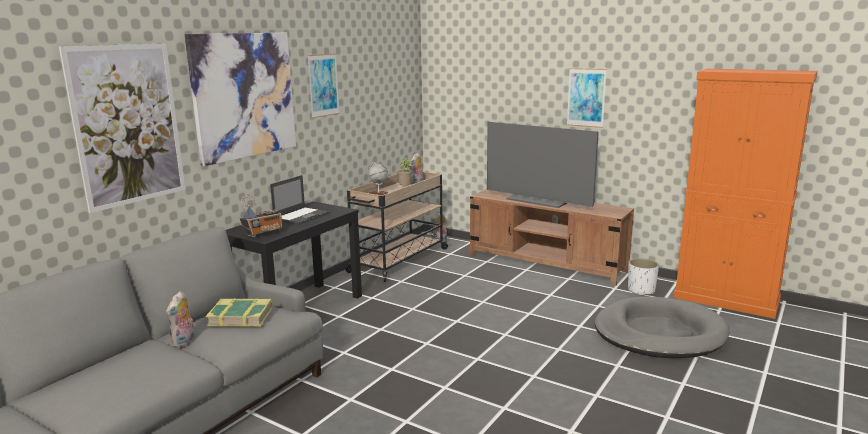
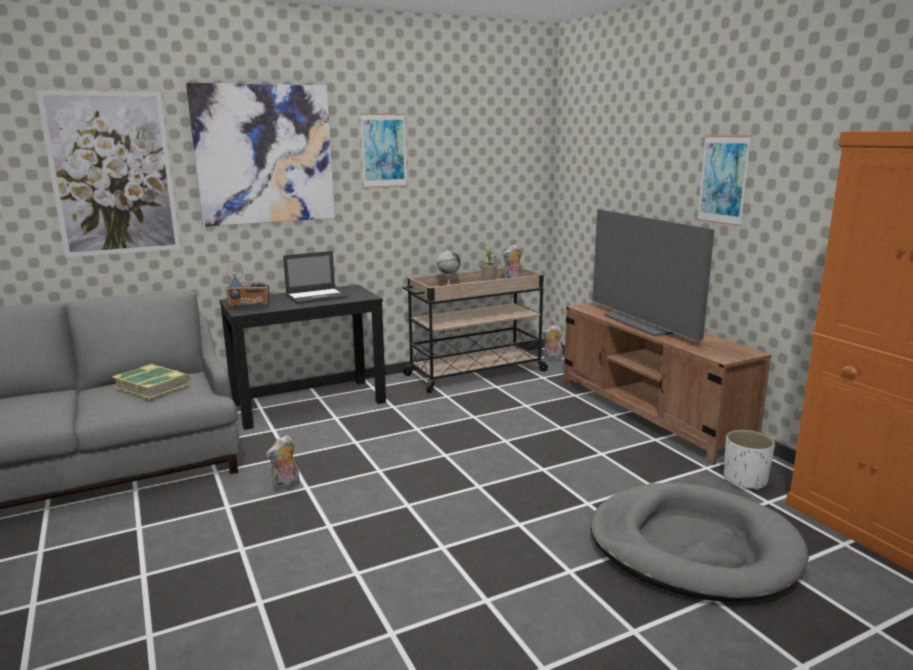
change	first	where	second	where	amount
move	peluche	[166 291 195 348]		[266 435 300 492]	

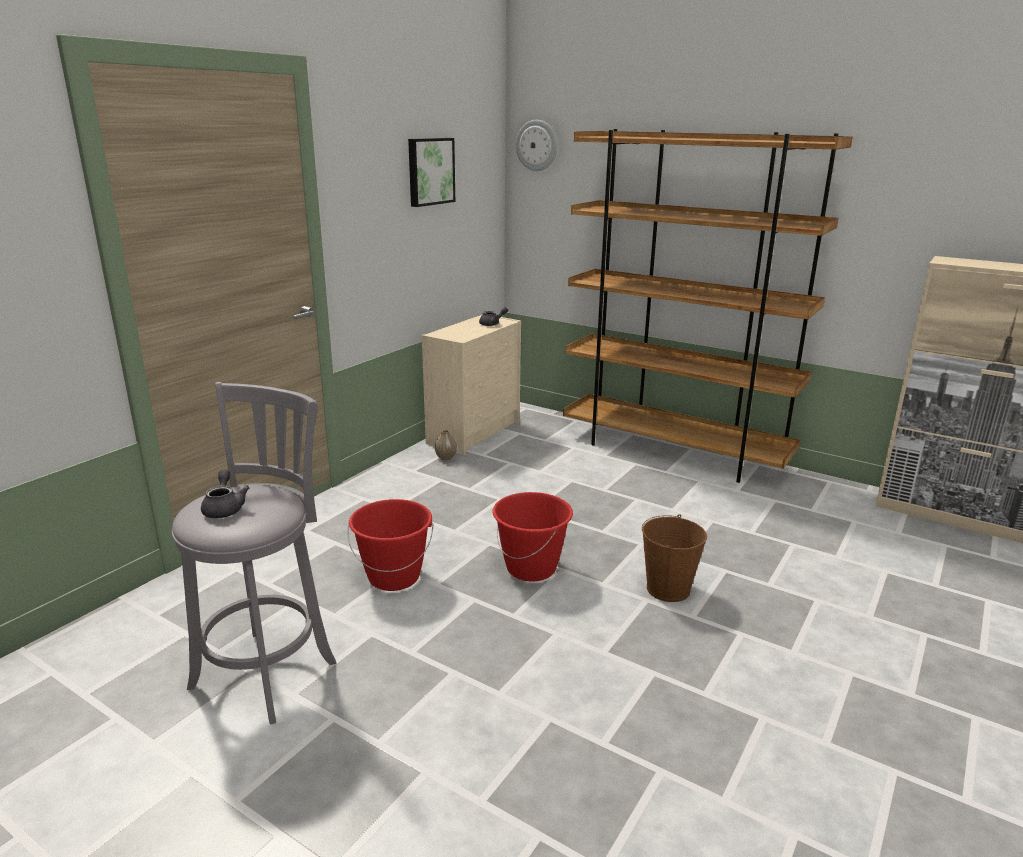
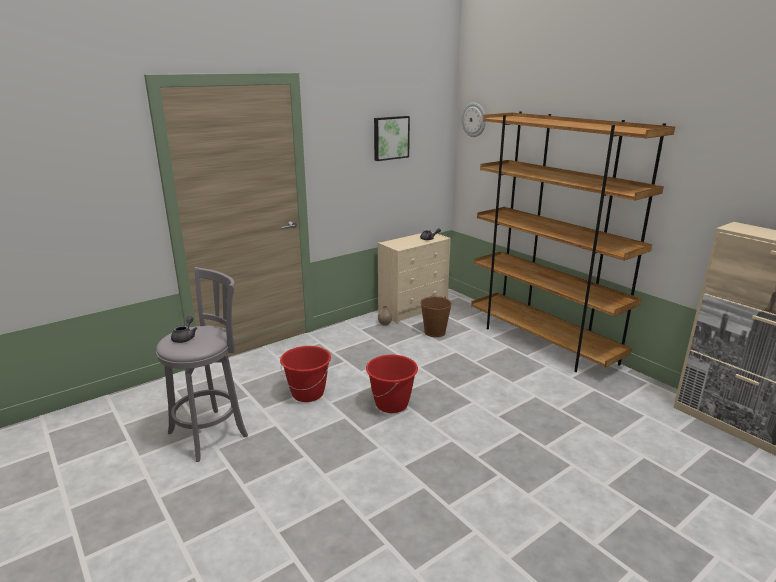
change	first	where	second	where	amount
move	cubo (marrón)	[642 514 707 602]		[420 296 452 337]	

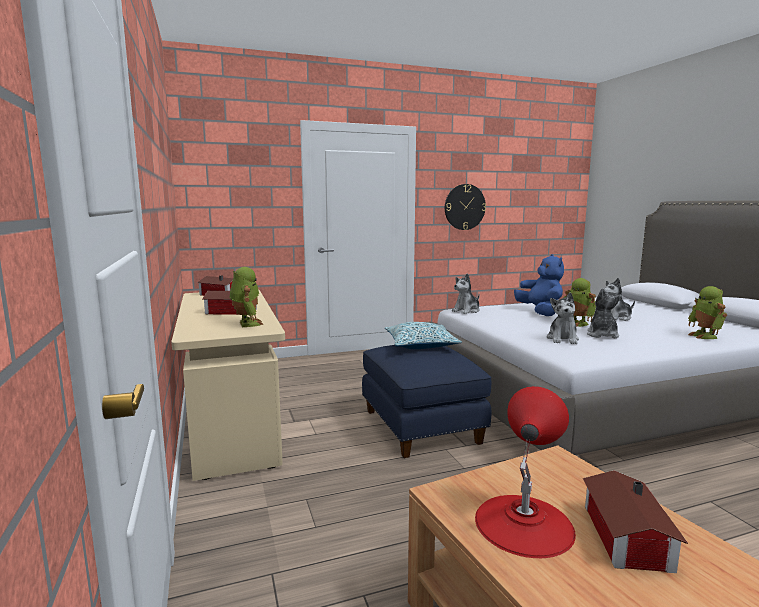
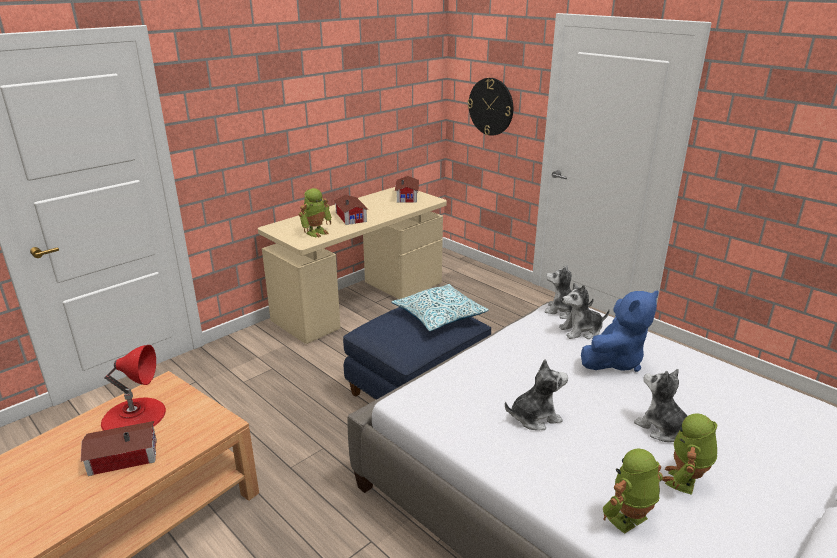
change	first	where	second	where	amount
move	reloj de pared	[445 184 486 230]		[468 78 513 136]	
move	robot de juguete	[563 278 596 327]		[662 413 717 495]	
move	peluche	[547 292 579 344]		[559 283 610 339]	

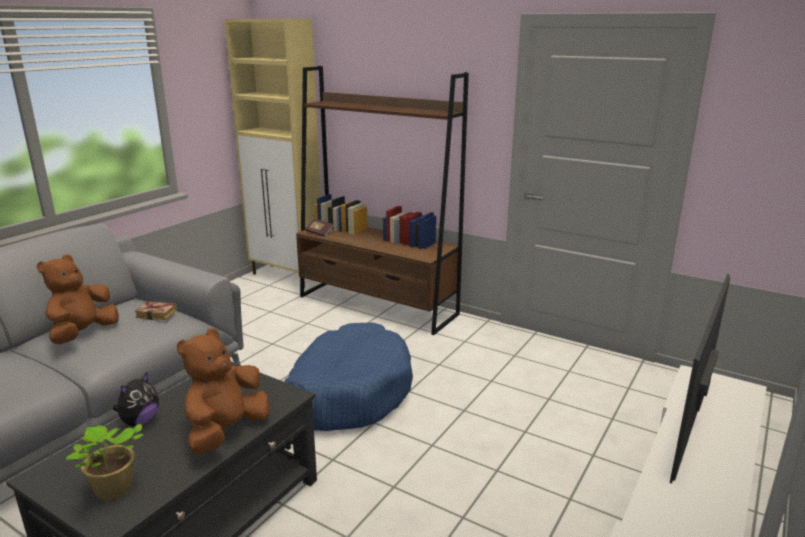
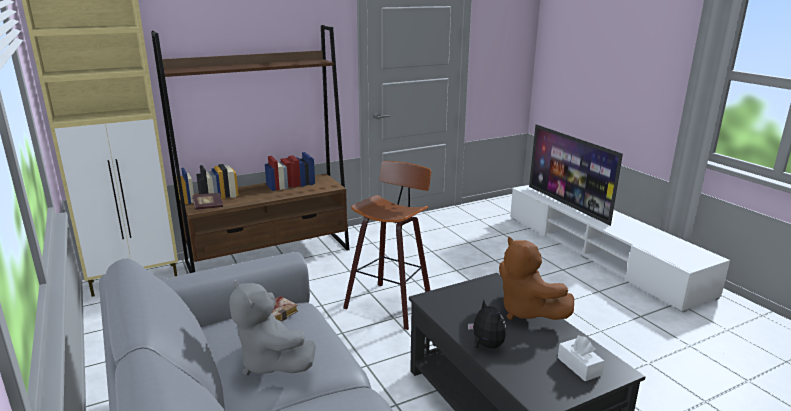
change	first	where	second	where	amount
recolor	peluche (marrón)	[37 254 119 344]	peluche (gris)	[229 279 316 376]	
replace	cama para perro (azul)	[285 322 413 431]	taburete	[343 161 431 330]	
replace	planta en maceta	[66 424 143 500]	caja de pañuelos (blanco)	[558 335 604 381]	

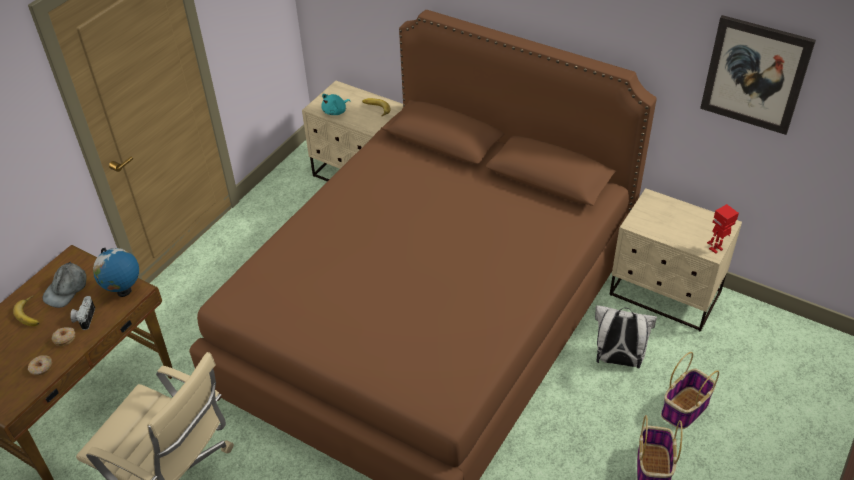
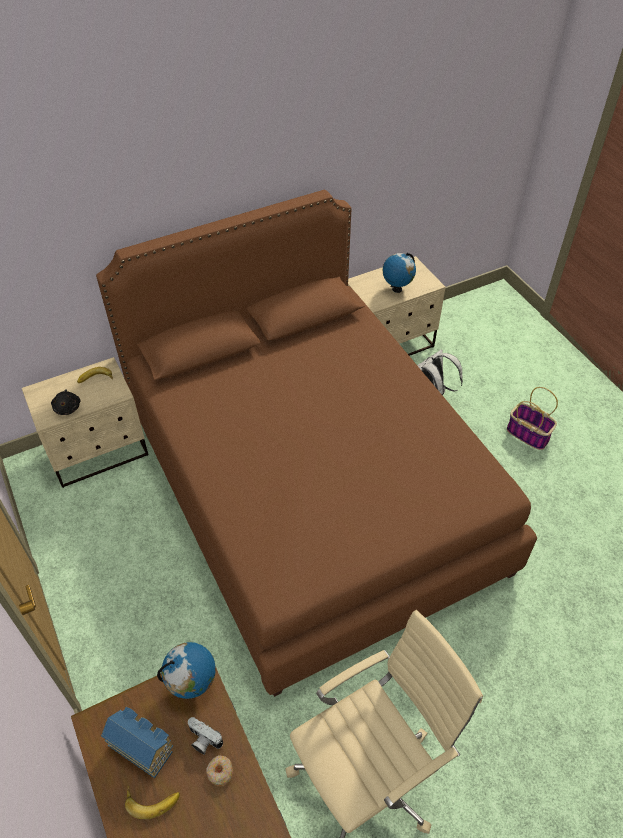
change	first	where	second	where	amount
delete	cuadro	[700 15 816 135]			
recolor	peluche (turquesa)	[321 94 351 115]	peluche (negro)	[51 389 80 415]	
delete	robot de juguete	[707 204 739 254]			
replace	gorra (gris)	[42 262 86 308]	casita	[101 707 173 778]	
delete	cesta	[661 352 719 429]			
delete	rosquilla	[28 355 53 376]			
insert			globo terráqueo	[383 253 416 293]	

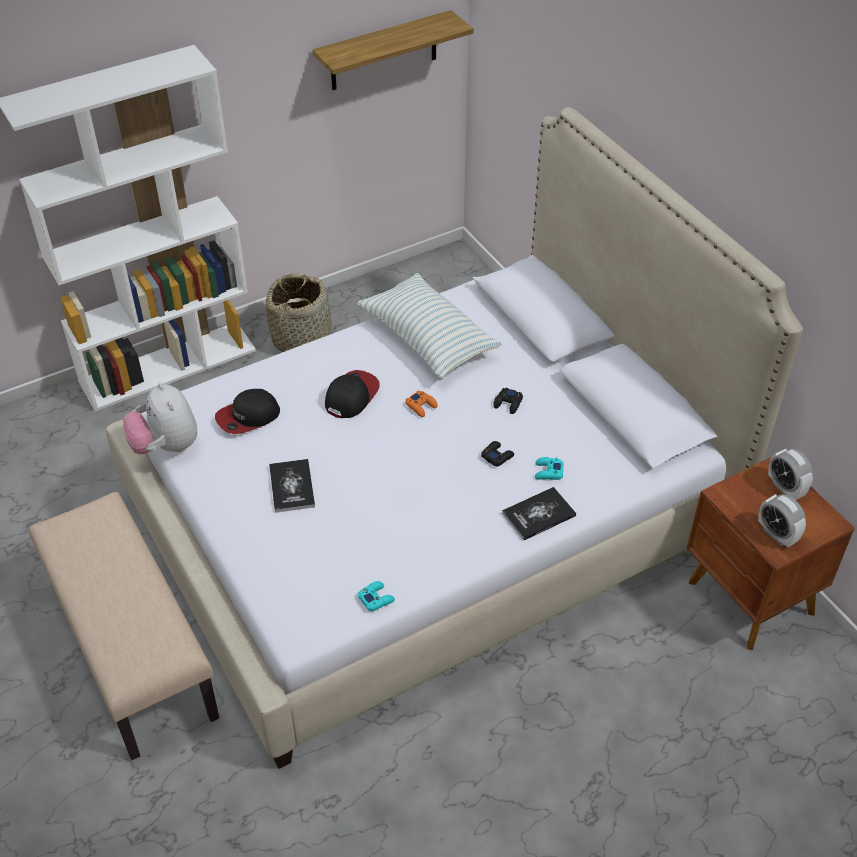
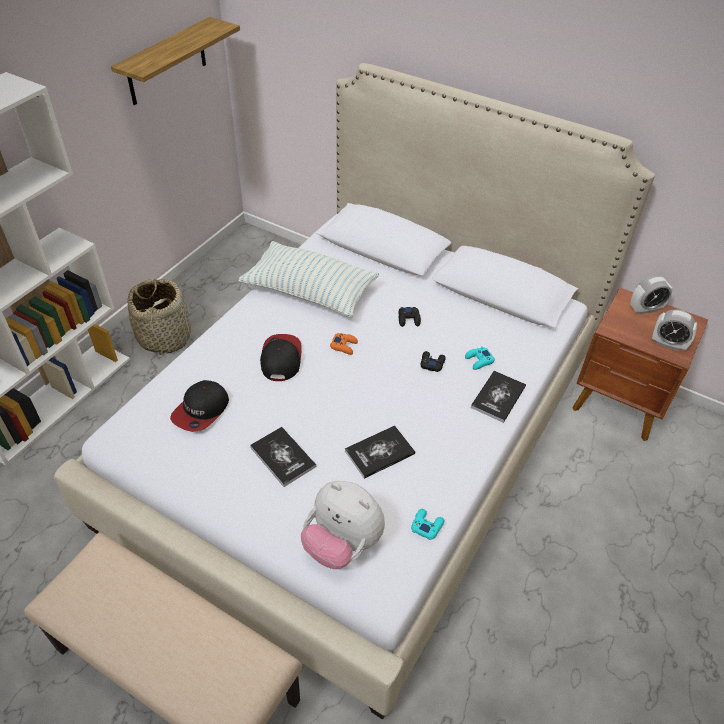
change	first	where	second	where	amount
move	peluche	[123 383 197 454]		[301 481 385 569]	
rotate	despertador	[768 449 813 500]		[630 276 673 314]	45 degrees counterclockwise
insert			libro	[345 425 415 479]	

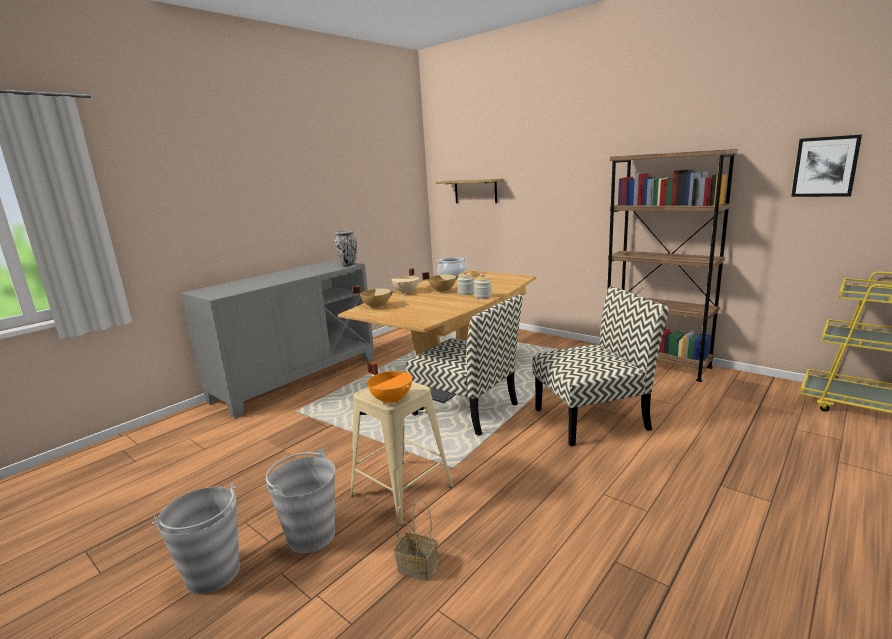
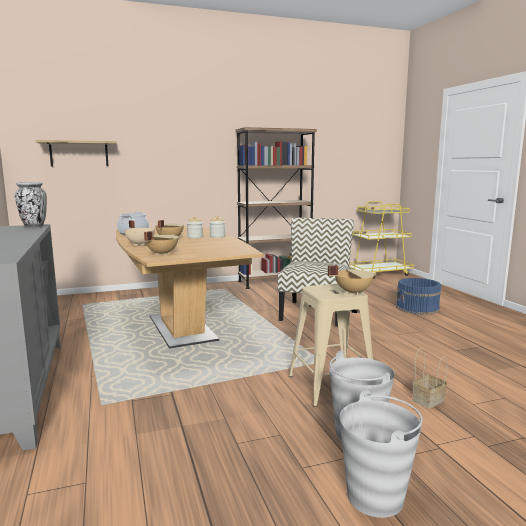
change	first	where	second	where	amount
delete	cuadro	[791 135 862 197]			
delete	silla	[406 294 523 436]			
recolor	olla (naranja)	[367 361 412 404]	olla (beis)	[328 265 377 295]	
insert			cubo (azul)	[396 278 441 315]	

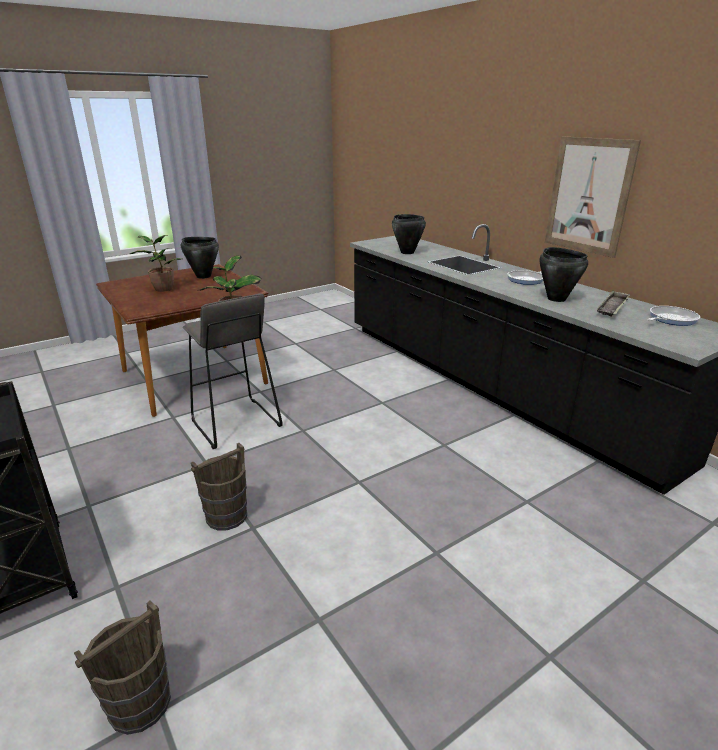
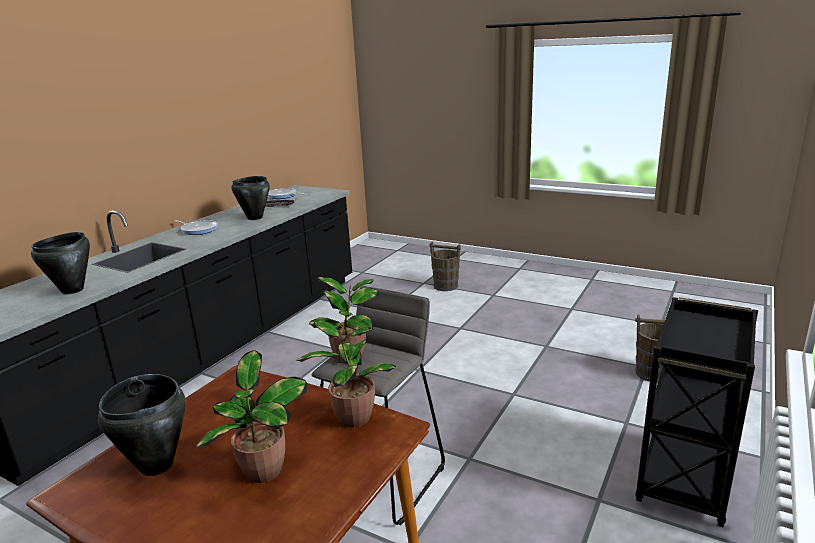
change	first	where	second	where	amount
delete	cuadro	[545 137 641 258]			
move	cubo (marrón)	[191 443 247 531]		[429 242 461 291]	
insert			planta en maceta	[296 321 396 428]	

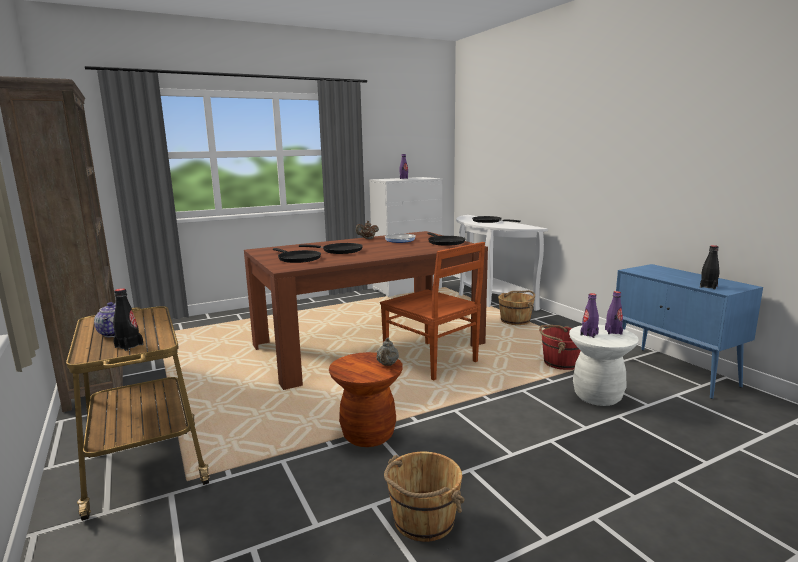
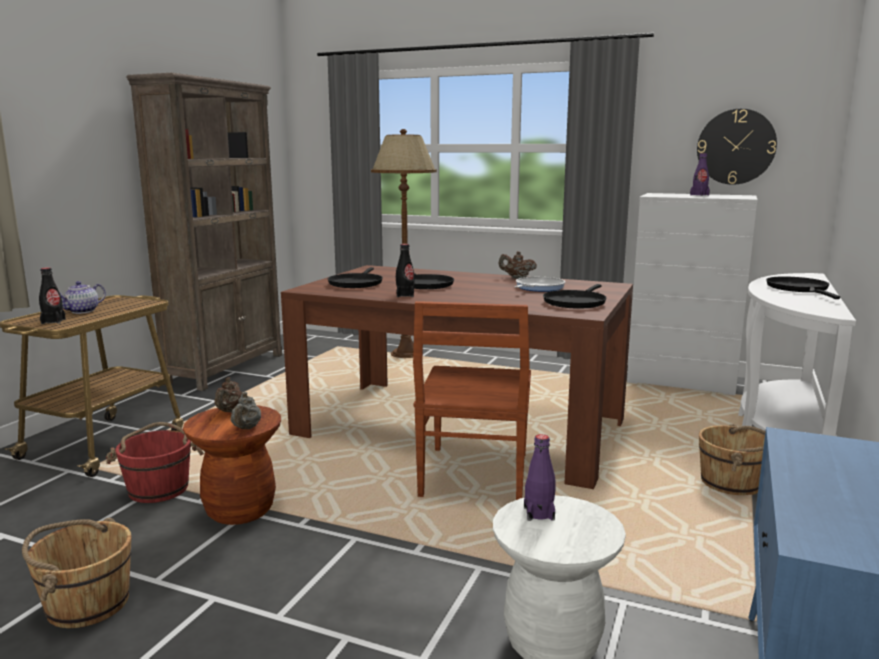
change	first	where	second	where	amount
move	botella (negro)	[700 245 719 289]		[396 244 414 297]	
delete	botella (morado)	[605 291 623 335]			
move	cubo (rojo)	[539 325 581 370]		[106 422 204 503]	
rotate	tetera (gris)	[376 338 399 366]		[231 392 261 429]	60 degrees counterclockwise
insert			reloj de pared	[697 109 777 185]	
insert			lámpara de pie (marrón)	[371 129 437 358]	
insert			tetera (marrón)	[214 377 242 412]	

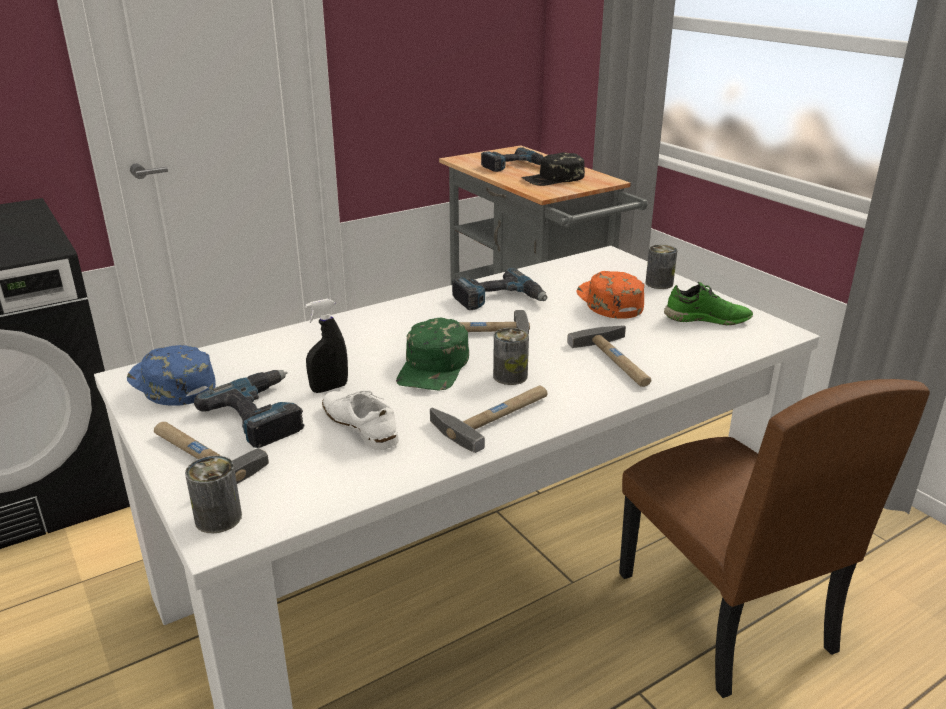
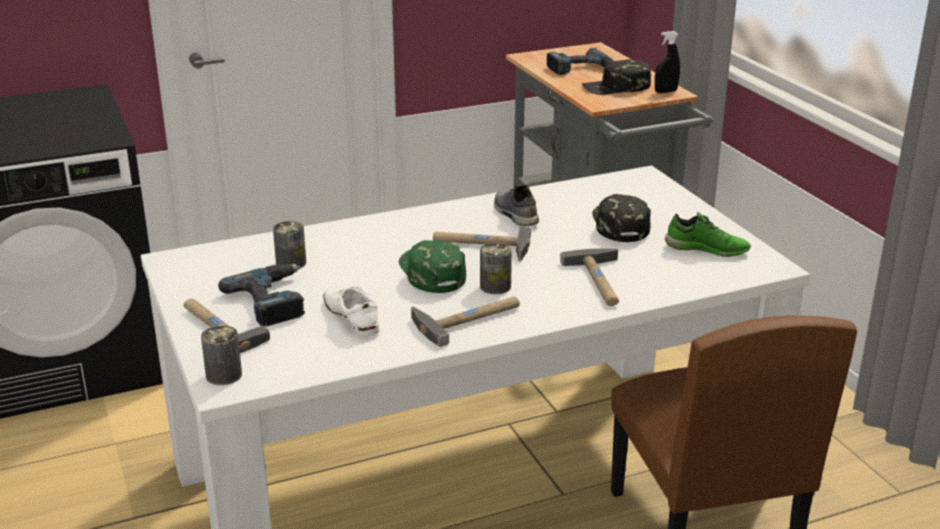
change	first	where	second	where	amount
move	lata	[645 245 677 289]		[273 221 306 269]	
replace	taladro	[452 268 547 310]	zapato (gris)	[494 184 539 226]	
recolor	gorra (naranja)	[576 271 644 319]	gorra (negro)	[592 194 651 242]	
move	pulverizador (negro)	[305 298 348 393]		[655 31 680 93]	
rotate	gorra (verde)	[396 317 469 391]		[399 240 466 293]	135 degrees clockwise
delete	gorra (azul)	[127 345 216 406]			

